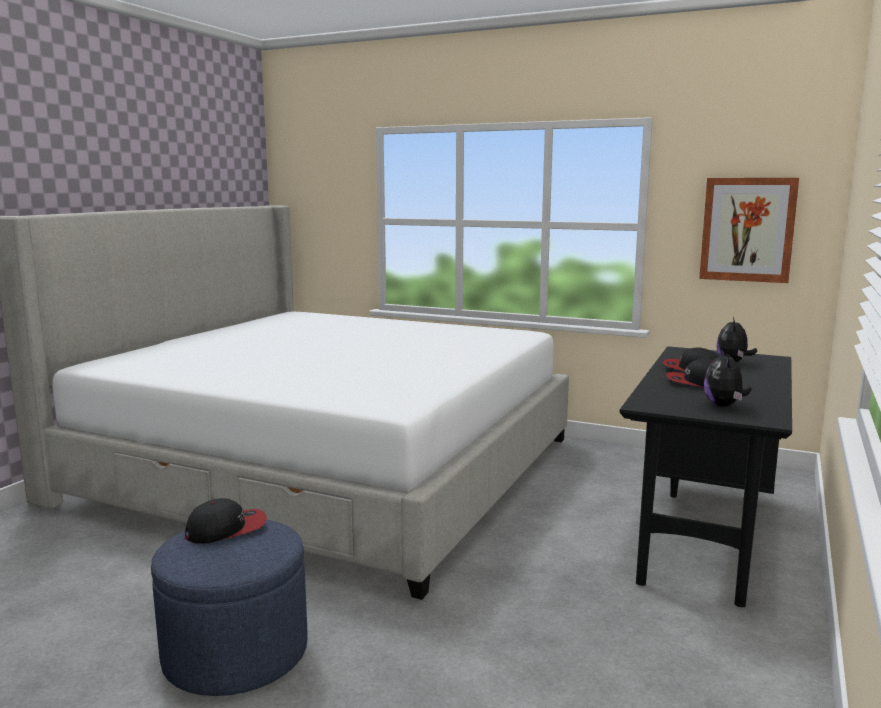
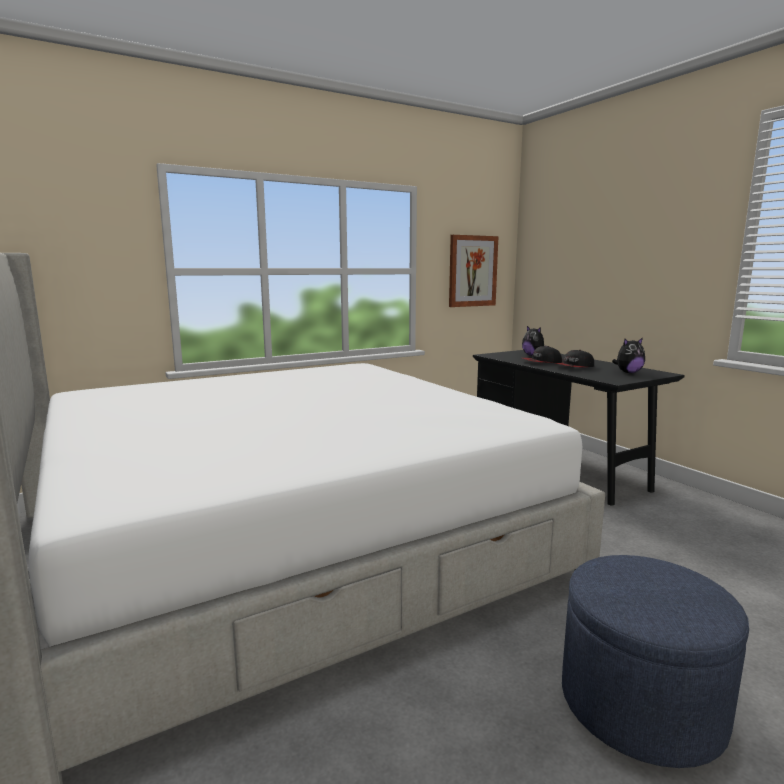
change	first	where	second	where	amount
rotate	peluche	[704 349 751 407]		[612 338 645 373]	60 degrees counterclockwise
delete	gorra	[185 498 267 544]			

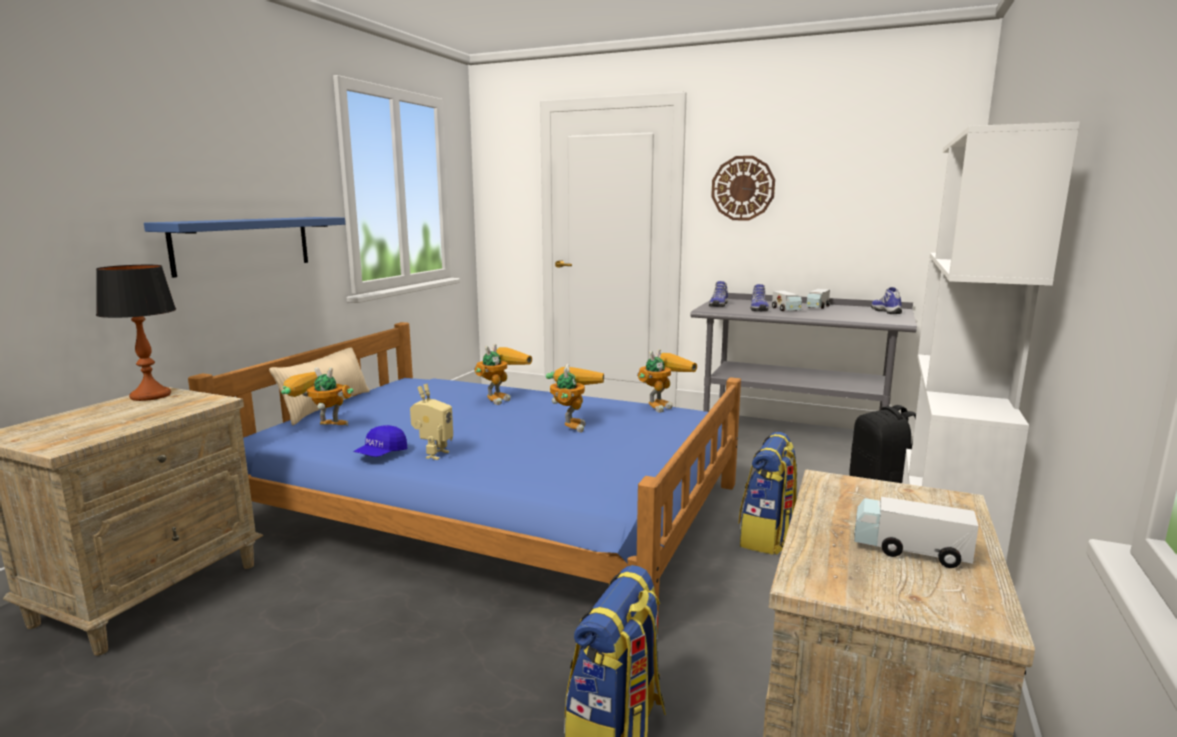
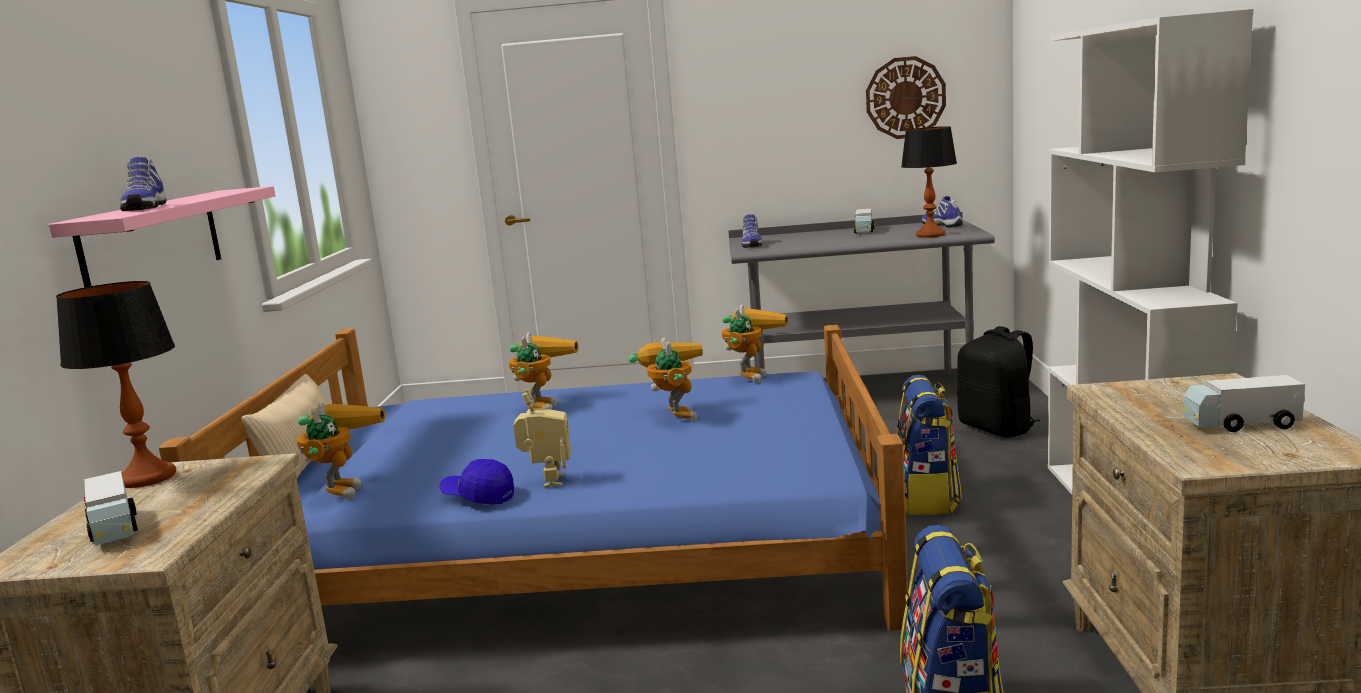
change	first	where	second	where	amount
move	reloj de pared	[711 156 775 220]		[866 56 946 139]	
recolor	estante (azul)	[144 217 345 278]	estante (rosa)	[49 186 275 287]	
move	zapato	[750 284 769 311]		[120 157 167 211]	
move	camión de juguete	[772 291 802 311]		[84 471 138 545]	
rotate	robot de juguete	[281 367 354 425]		[297 402 385 499]	105 degrees clockwise
rotate	gorra (azul)	[353 425 407 457]		[440 459 514 504]	105 degrees clockwise
insert			lámpara de mesa	[901 126 957 238]	

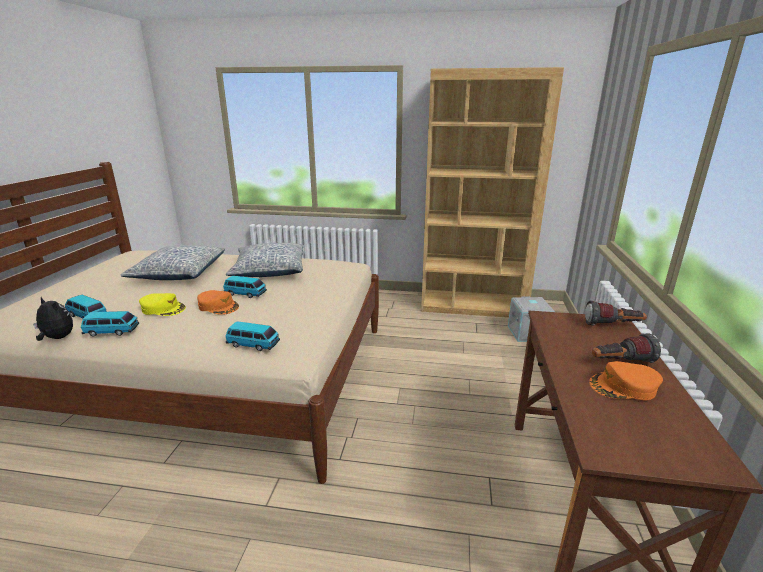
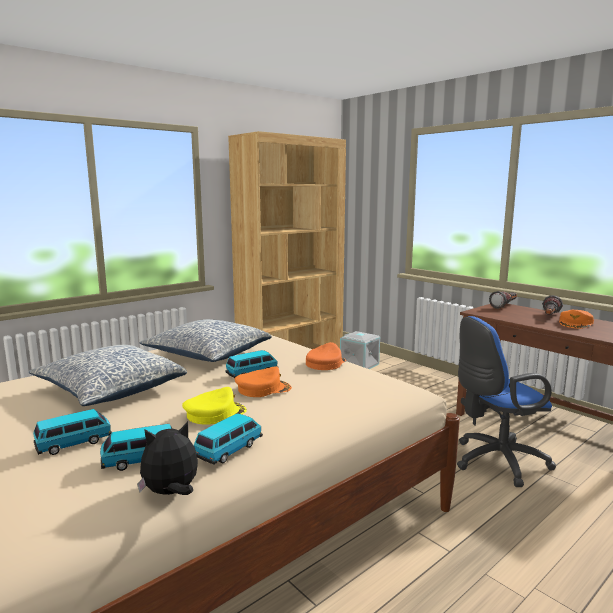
change	first	where	second	where	amount
move	coche de juguete	[225 321 280 351]		[33 409 112 455]	
insert			silla de oficina (azul)	[457 316 556 487]	
insert			gorra (naranja)	[306 342 346 370]	

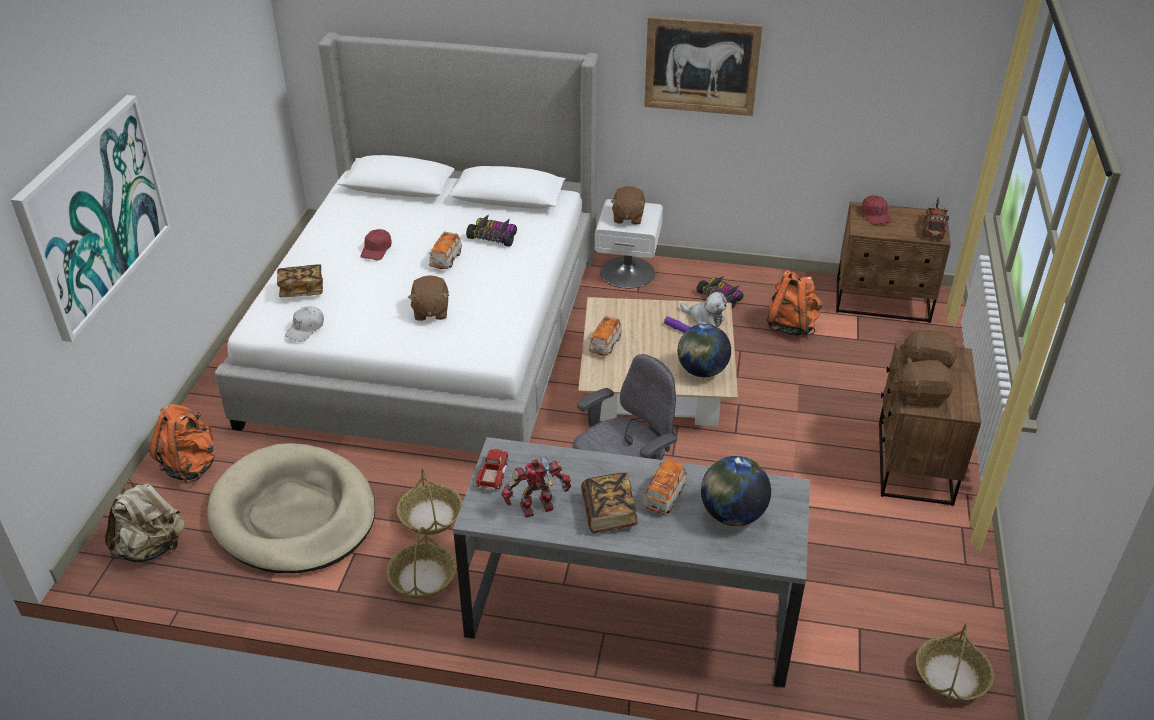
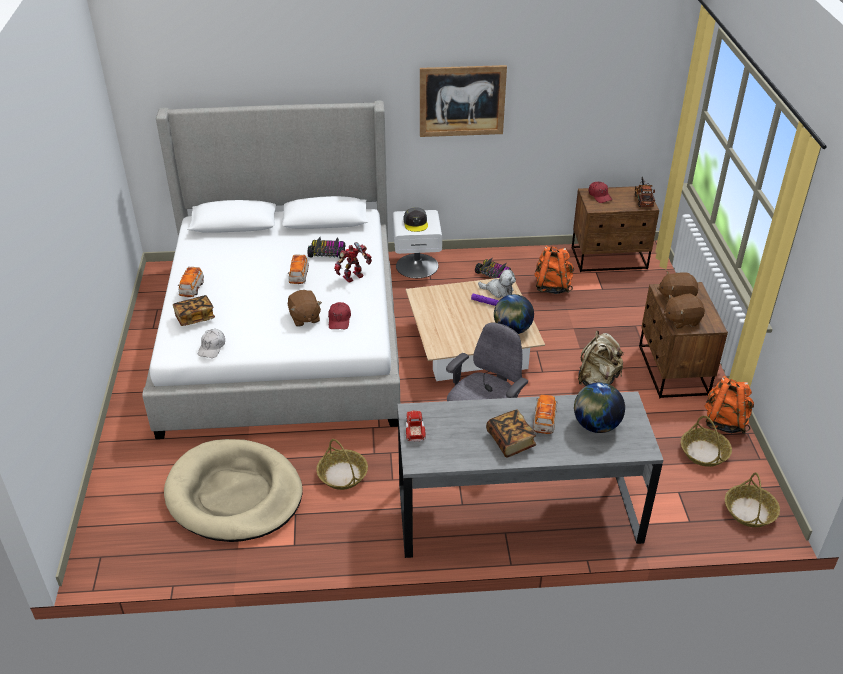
change	first	where	second	where	amount
delete	cuadro	[11 95 171 342]			
replace	peluche (marrón)	[610 186 646 225]	gorra (gris)	[404 208 428 232]	
move	gorra (rojo)	[360 229 392 260]		[328 302 351 329]	
move	coche de juguete	[589 316 622 356]		[178 267 204 297]	
move	mochila (naranja)	[150 404 215 483]		[705 376 754 434]	
move	robot de juguete	[501 456 571 518]		[334 242 372 283]	
move	mochila (beis)	[105 479 185 562]		[578 331 624 387]	
move	cesta	[387 527 457 599]		[681 416 732 467]	

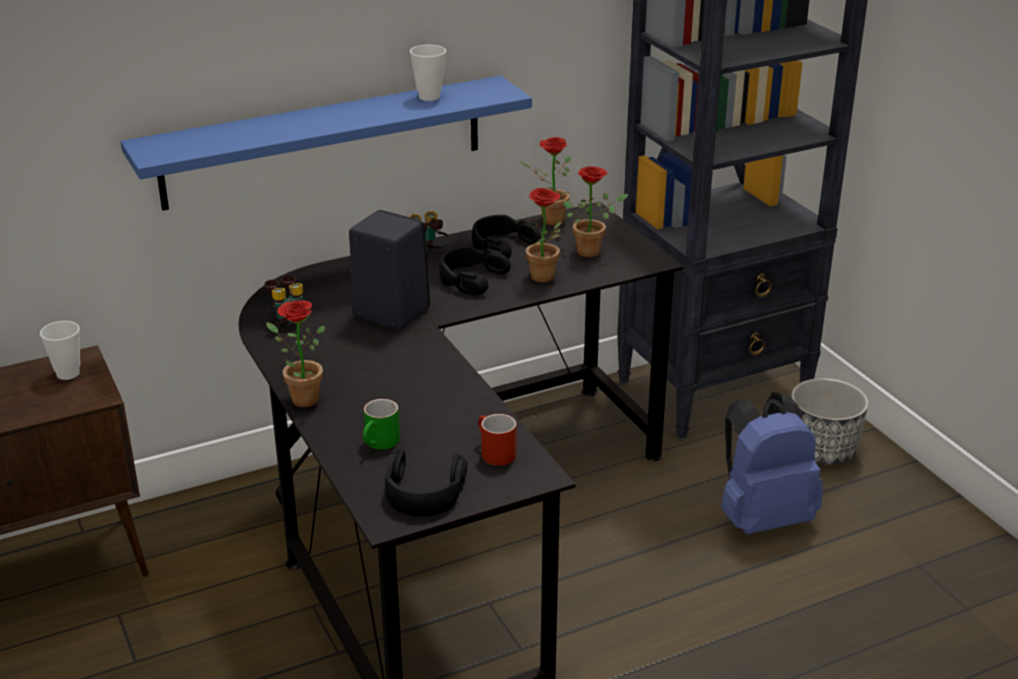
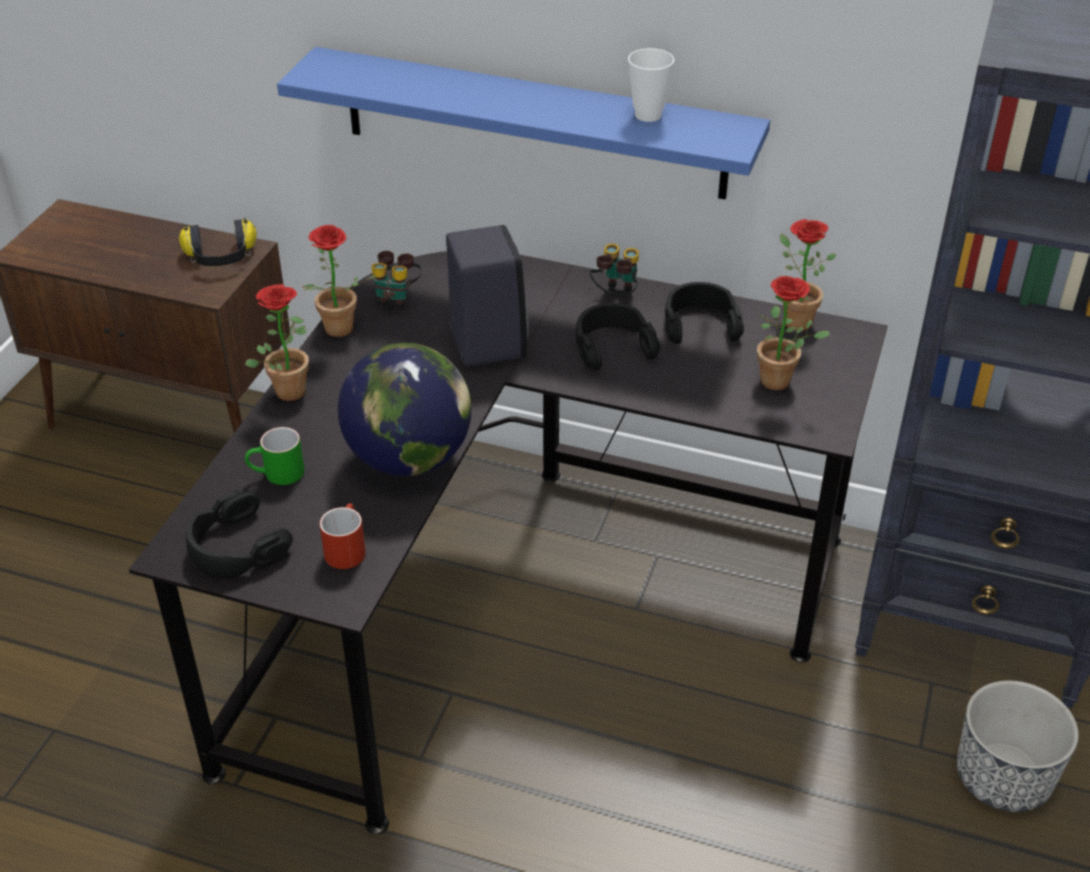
change	first	where	second	where	amount
move	planta en maceta	[522 188 562 283]		[302 225 376 337]	
replace	taza	[40 321 80 380]	auriculares	[179 218 257 266]	
delete	mochila (azul)	[721 392 823 534]			
insert			globo terráqueo	[338 343 472 476]	

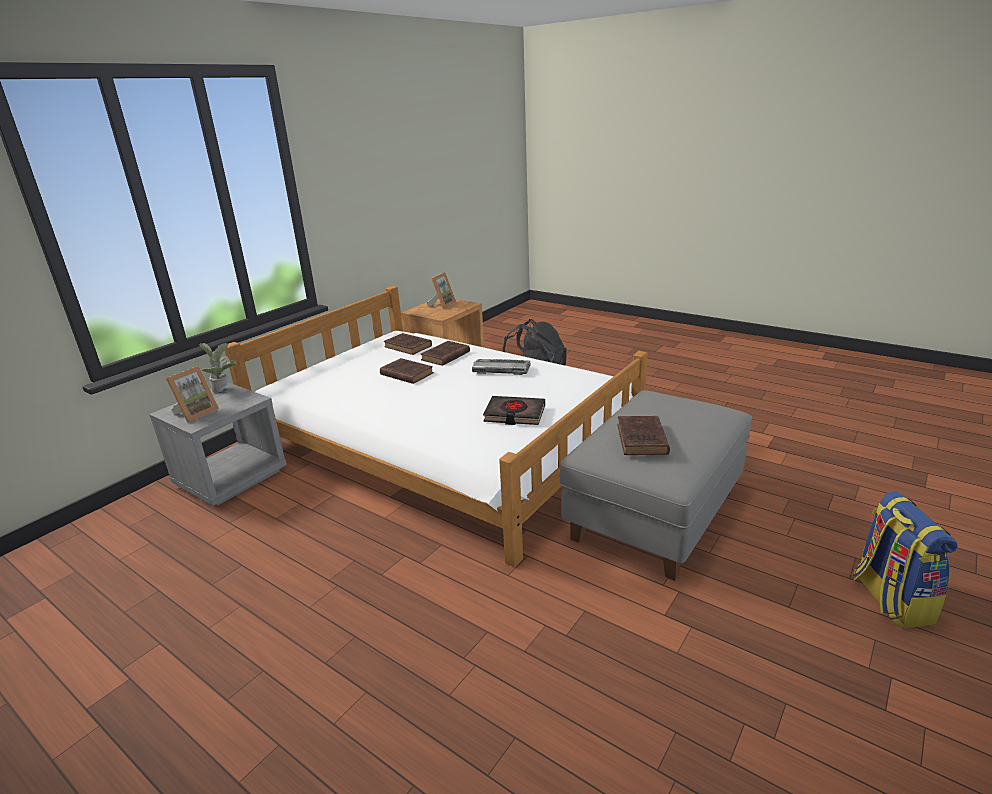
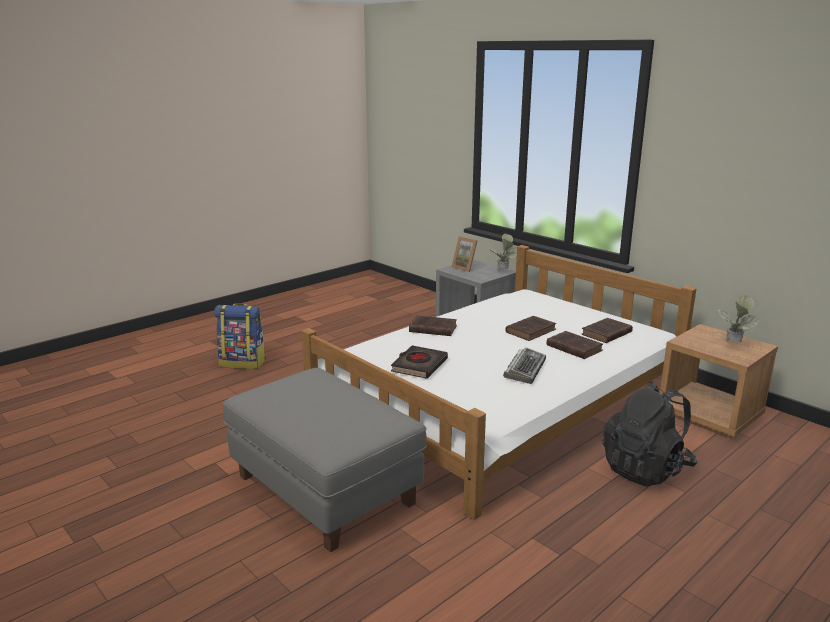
change	first	where	second	where	amount
replace	portarretratos	[427 272 456 309]	planta en maceta	[717 295 759 342]	
move	libro (marrón)	[617 416 670 455]		[409 315 457 336]	
move	mochila	[853 491 958 628]		[214 303 266 369]	

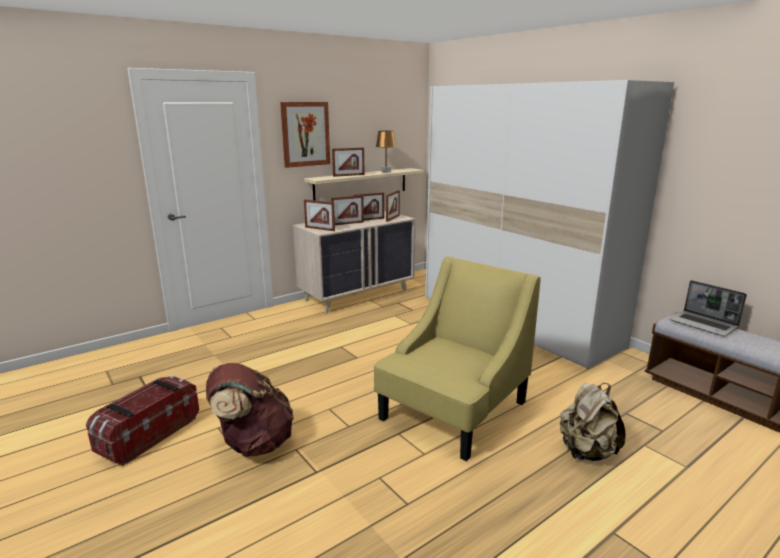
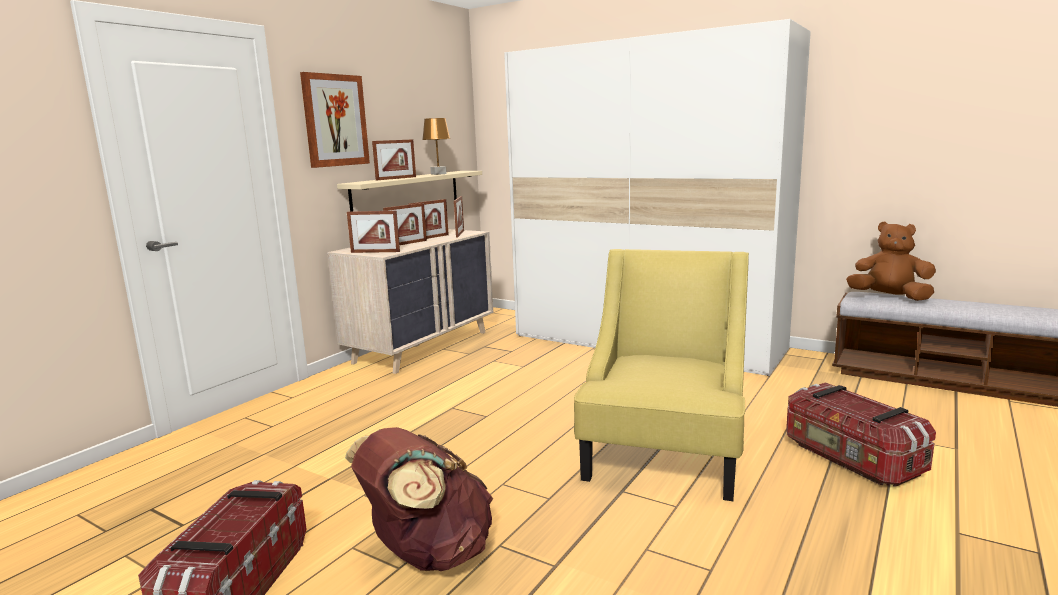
change	first	where	second	where	amount
replace	portátil	[669 280 747 336]	peluche (marrón)	[846 222 936 301]	
replace	mochila (beis)	[560 383 625 461]	caja de almacenaje	[786 383 936 487]	

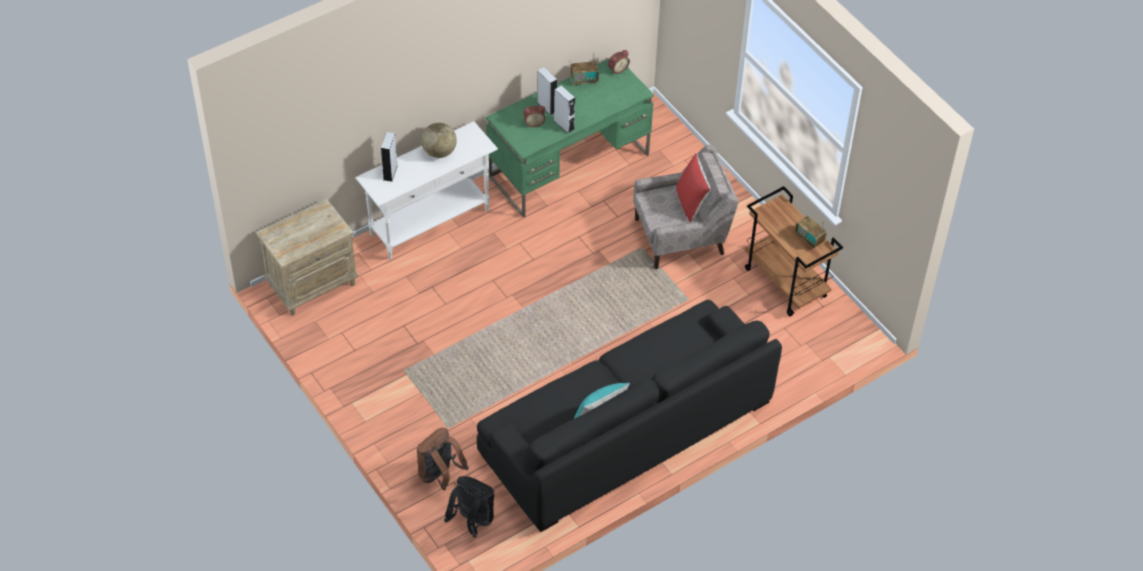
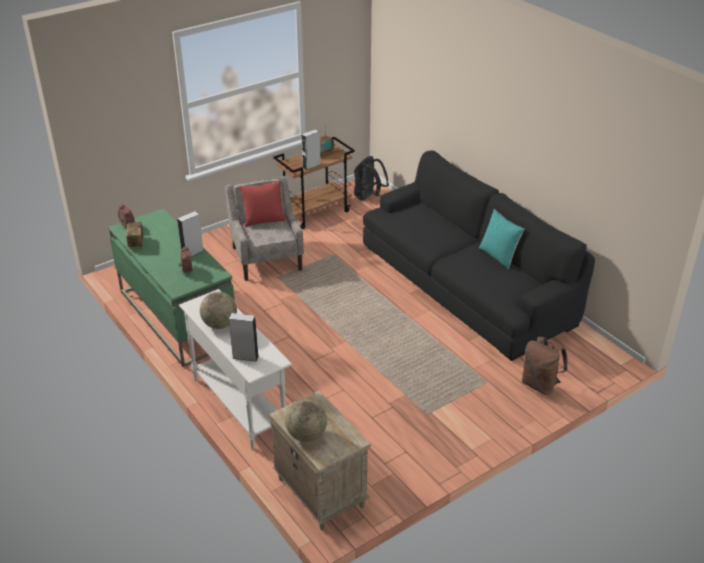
change	first	where	second	where	amount
move	altavoz (gris)	[537 67 557 115]		[301 129 320 170]	
move	mochila (negro)	[444 476 494 538]		[354 156 389 201]	
insert			globo terráqueo	[285 399 327 442]	

